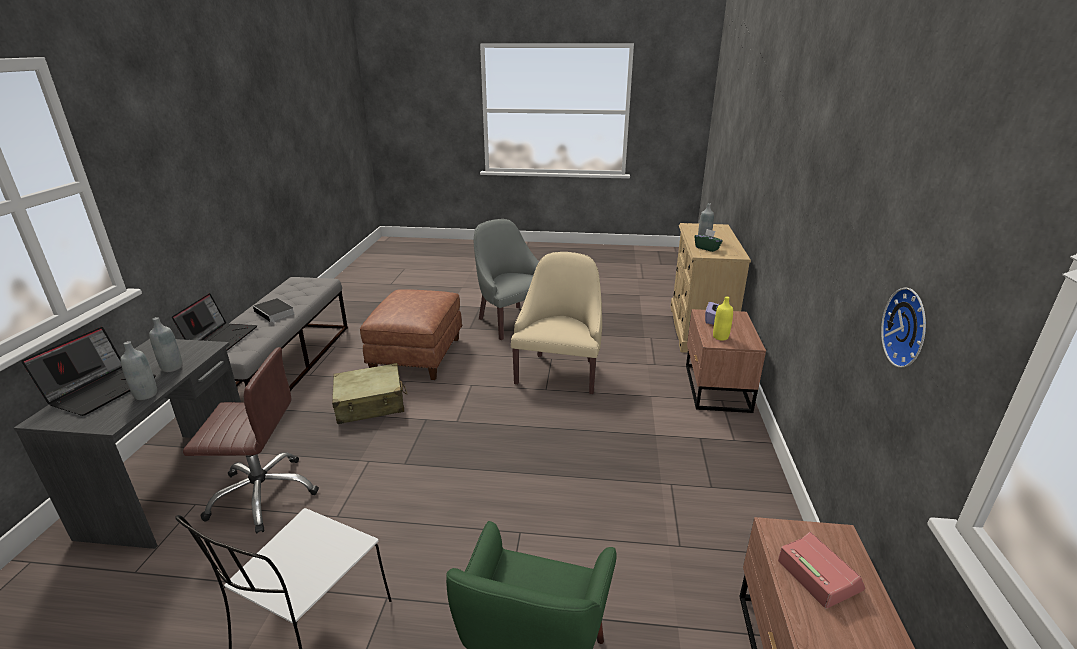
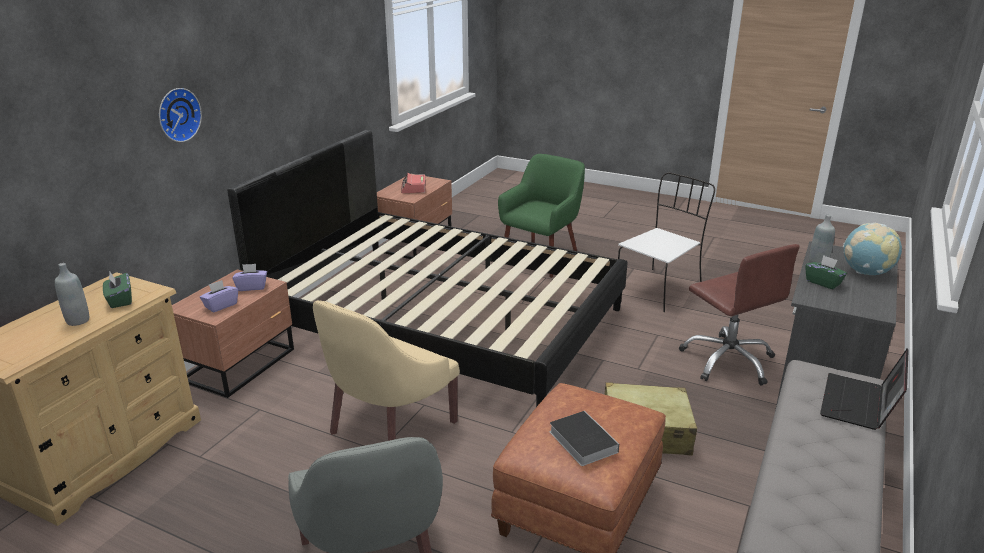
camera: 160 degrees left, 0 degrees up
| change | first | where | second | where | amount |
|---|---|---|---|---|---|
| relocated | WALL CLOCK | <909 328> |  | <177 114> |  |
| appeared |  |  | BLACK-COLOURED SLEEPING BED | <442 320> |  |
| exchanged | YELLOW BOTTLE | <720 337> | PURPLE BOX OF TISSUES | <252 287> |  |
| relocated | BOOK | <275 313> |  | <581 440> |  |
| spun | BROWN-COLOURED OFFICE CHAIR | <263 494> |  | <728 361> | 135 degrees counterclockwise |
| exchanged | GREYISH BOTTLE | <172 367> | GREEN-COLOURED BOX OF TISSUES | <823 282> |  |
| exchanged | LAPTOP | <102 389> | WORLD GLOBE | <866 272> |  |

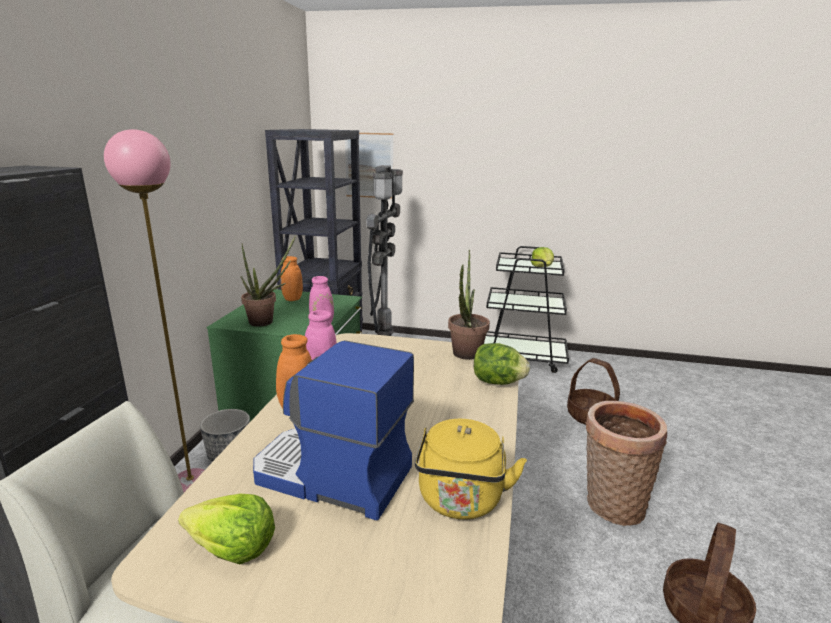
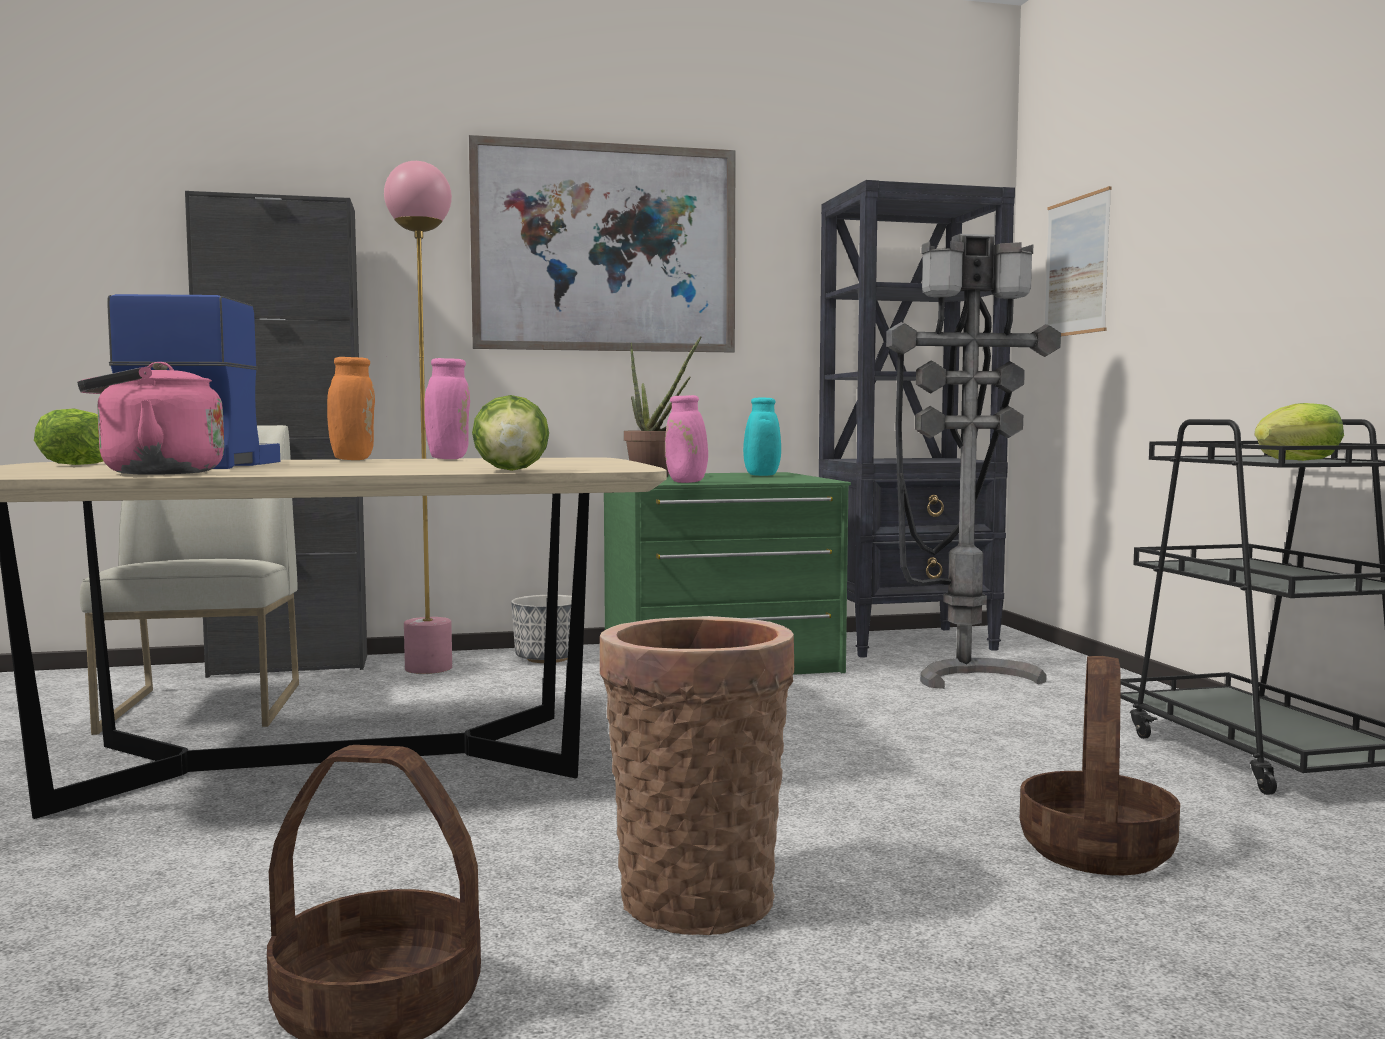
camera: 65 degrees right, 15 degrees down
| change | first | where | second | where | amount |
|---|---|---|---|---|---|
| colour | YELLOW TEA KETTLE | <461 502> | PINK TEA KETTLE | <154 473> |  |
| appeared |  |  | WALL ART | <605 248> |  |
| colour | ORANGE FLOWER VASE | <292 300> | TURQUOISE FLOWER VASE | <760 475> |  |
| missing | POTTED PLANT | <465 356> |  |  |  |

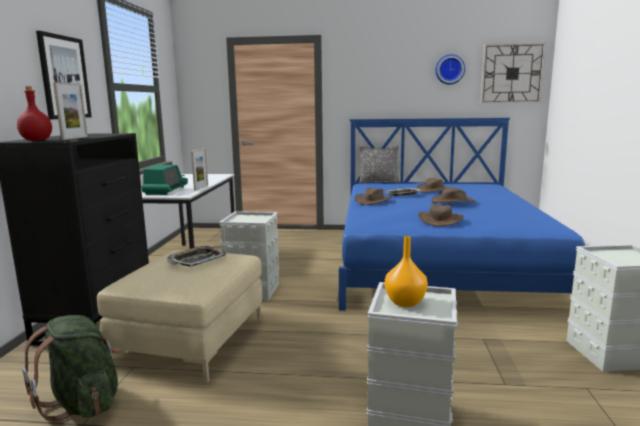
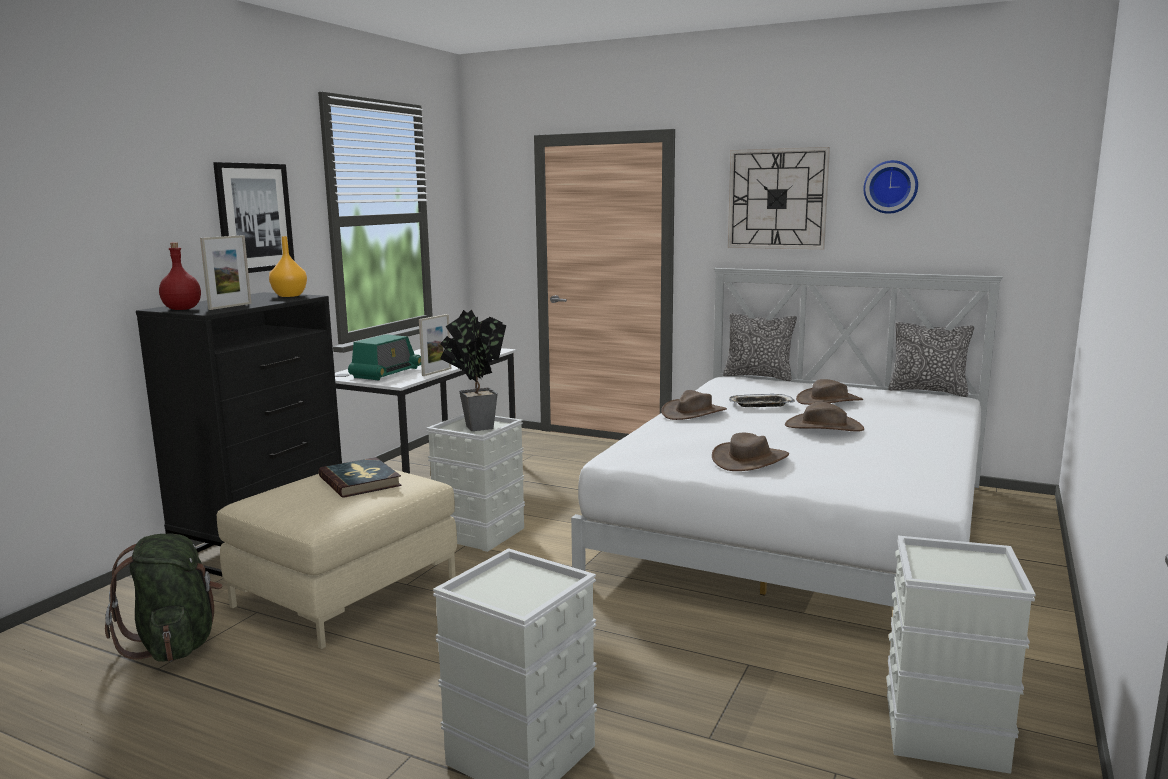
camera: 20 degrees right, 0 degrees up
| change | first | where | second | where | amount |
|---|---|---|---|---|---|
| relocated | ORANGE FLOWER VASE | <404 302> |  | <289 295> |  |
| exchanged | TRAY | <197 260> | BOOK | <360 481> |  |
| appeared |  |  | POTTED PLANT | <474 427> |  |
| colour | BLUE-COLOURED SLEEPING BED | <436 262> | WHITISH SLEEPING BED | <800 527> |  |
| relocated | WALL CLOCK | <512 73> |  | <777 199> |  |
| appeared |  |  | PILLOW | <928 391> |  |

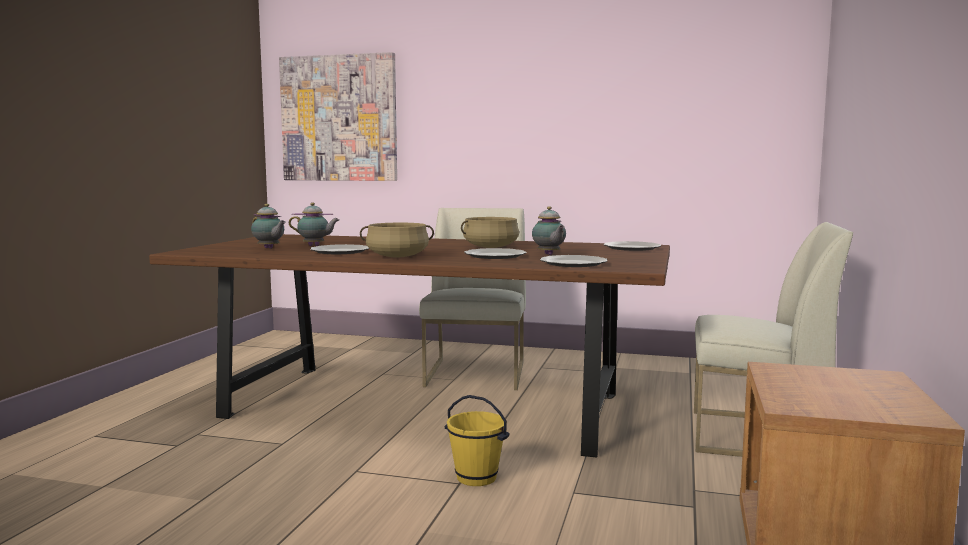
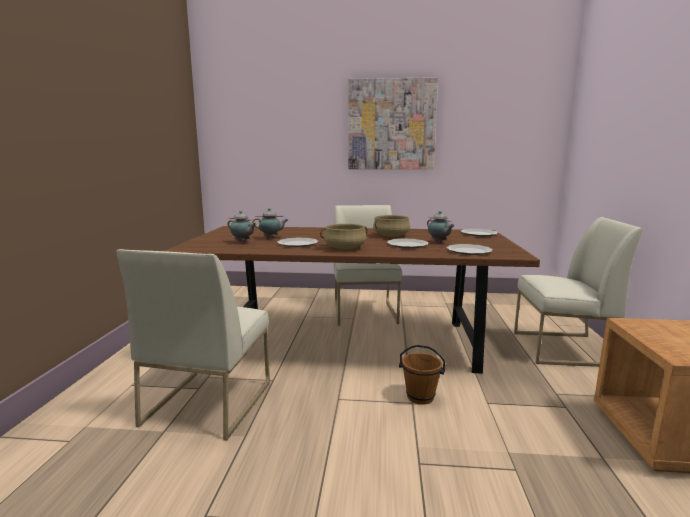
camera: 10 degrees left, 5 degrees up
| change | first | where | second | where | amount |
|---|---|---|---|---|---|
| appeared |  |  | WHITISH CHAIR | <208 402> |  |
| relocated | WALL ART | <339 118> |  | <391 125> |  |
| colour | YELLOW PAIL | <477 477> | BROWN-COLOURED PAIL | <420 397> |  |

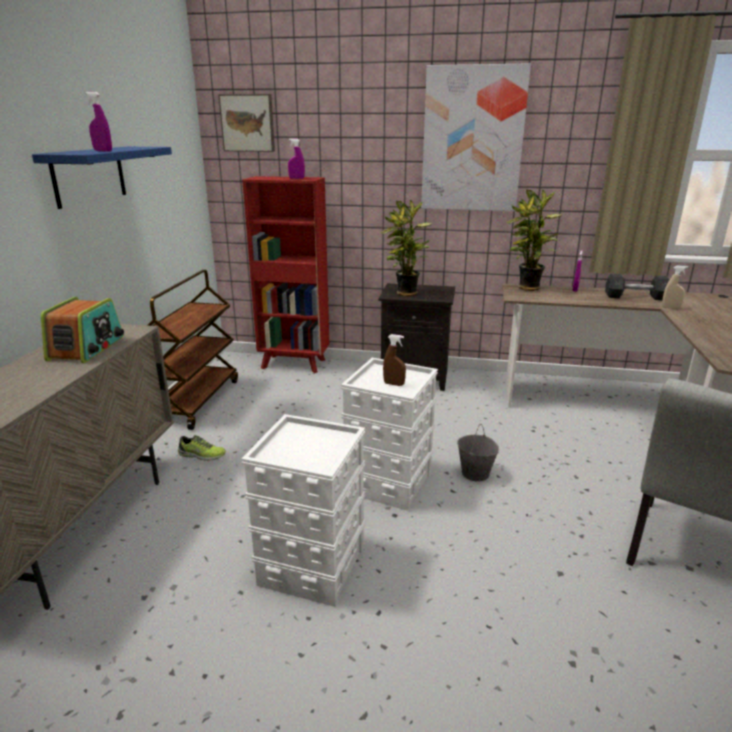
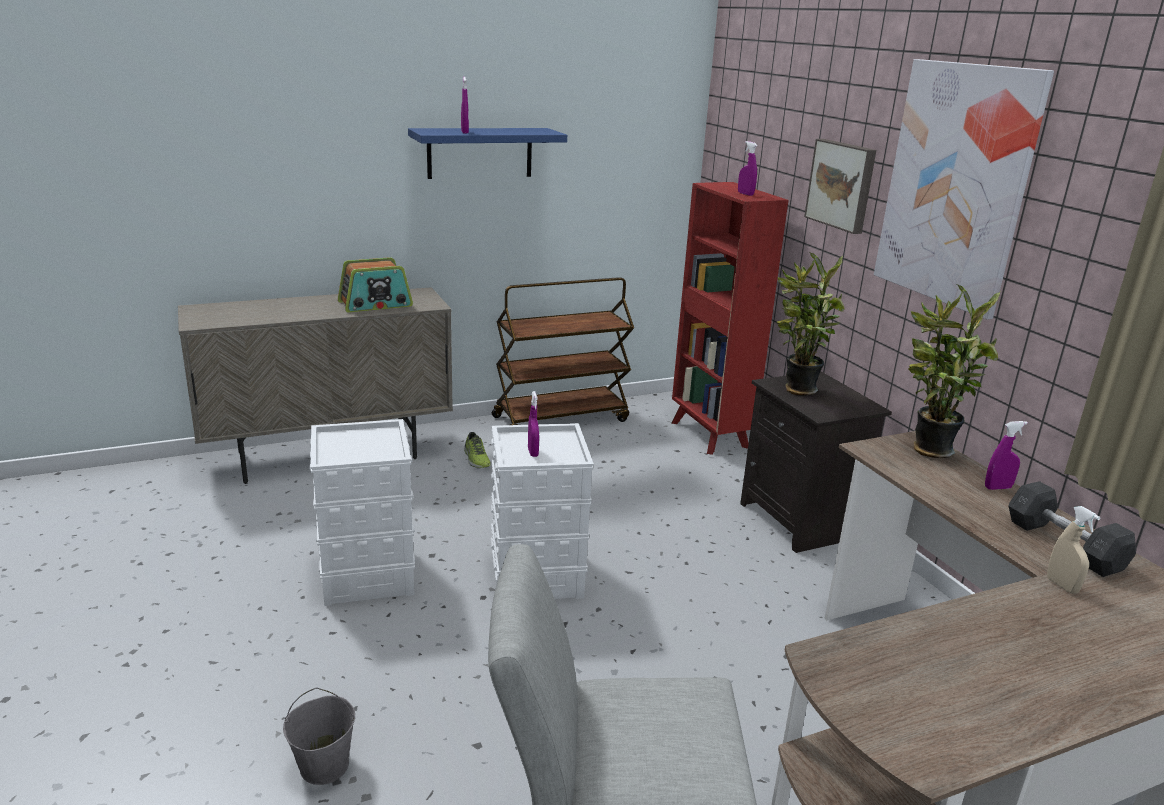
camera: 55 degrees right, 0 degrees up
| change | first | where | second | where | amount |
|---|---|---|---|---|---|
| relocated | GREYISH PAIL | <474 473> |  | <324 765> |  |
| colour | BROWN-COLOURED SPRAYER | <394 384> | PURPLE SPRAYER | <533 452> |  |
| relocated | WALL ART | <248 123> |  | <842 185> |  |

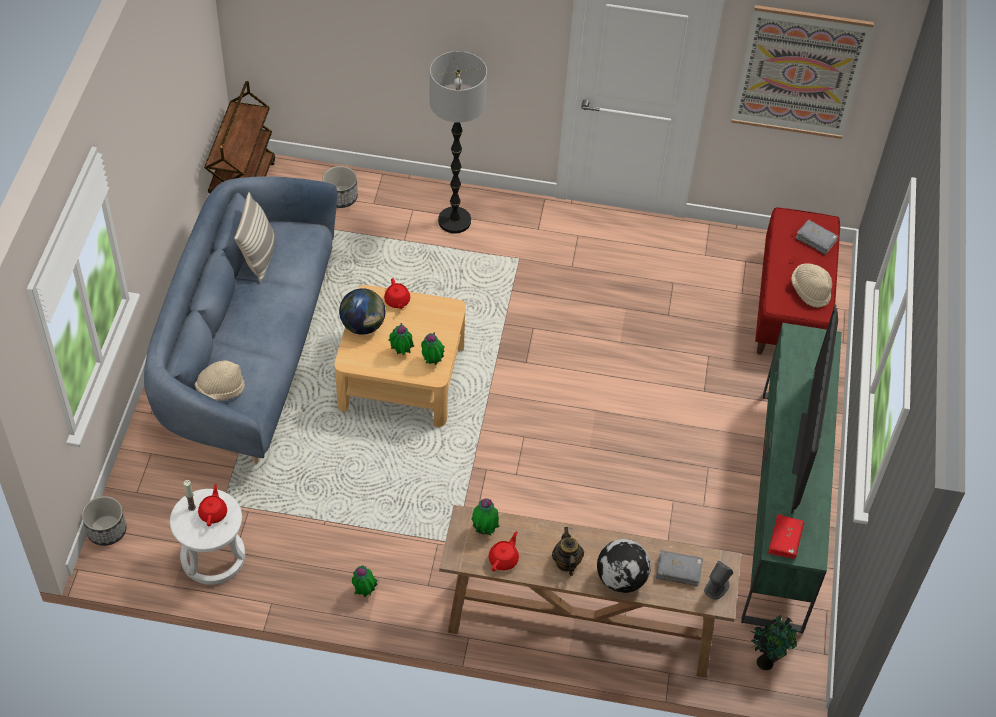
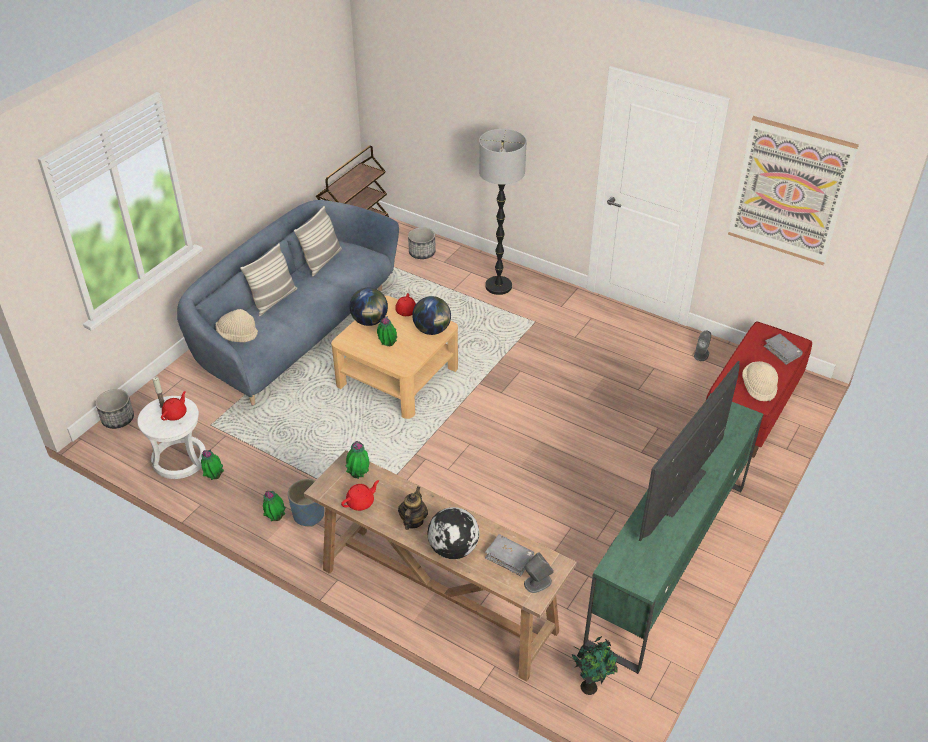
camera: 25 degrees right, 10 degrees down
| change | first | where | second | where | amount |
|---|---|---|---|---|---|
| relocated | POTTED PLANT | <432 361> |  | <214 477> |  |
| appeared |  |  | PILLOW | <273 300> |  |
| appeared |  |  | BLUE-COLOURED PLANT POT | <308 515> |  |
| appeared |  |  | WORLD GLOBE | <432 330> |  |
| appeared |  |  | GREYISH AUDIO SPEAKER | <701 354> |  |
| missing | REDDISH BOOK | <784 540> |  |  |  |

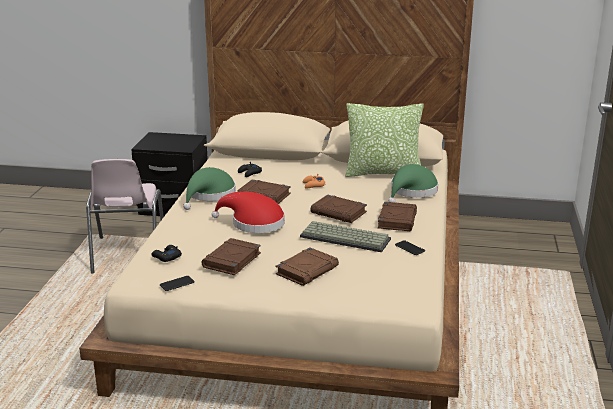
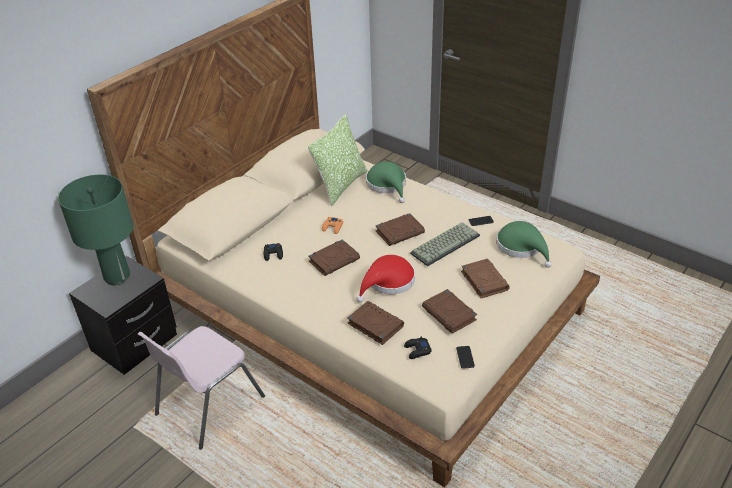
camera: 60 degrees left, 15 degrees up
| change | first | where | second | where | amount |
|---|---|---|---|---|---|
| appeared |  |  | GREEN-COLOURED TABLETOP LAMP | <117 277> |  |
| spun | PINK CHAIR | <128 255> |  | <208 406> | 105 degrees clockwise |
| relocated | BROWN-COLOURED BOOK | <397 220> |  | <374 325> |  |
| relocated | GREEN-COLOURED HAT | <209 195> |  | <522 247> |  |

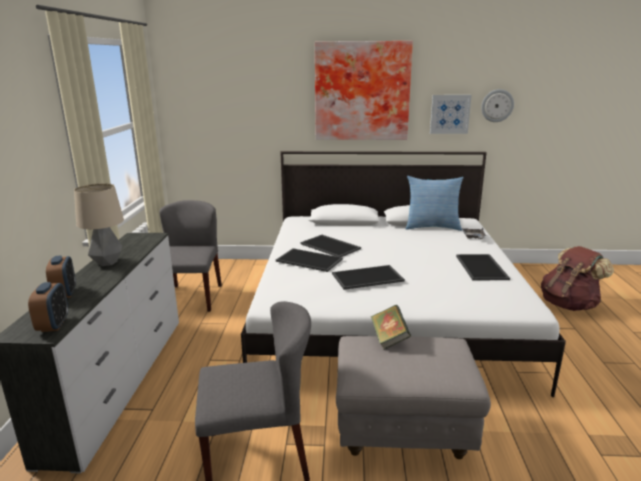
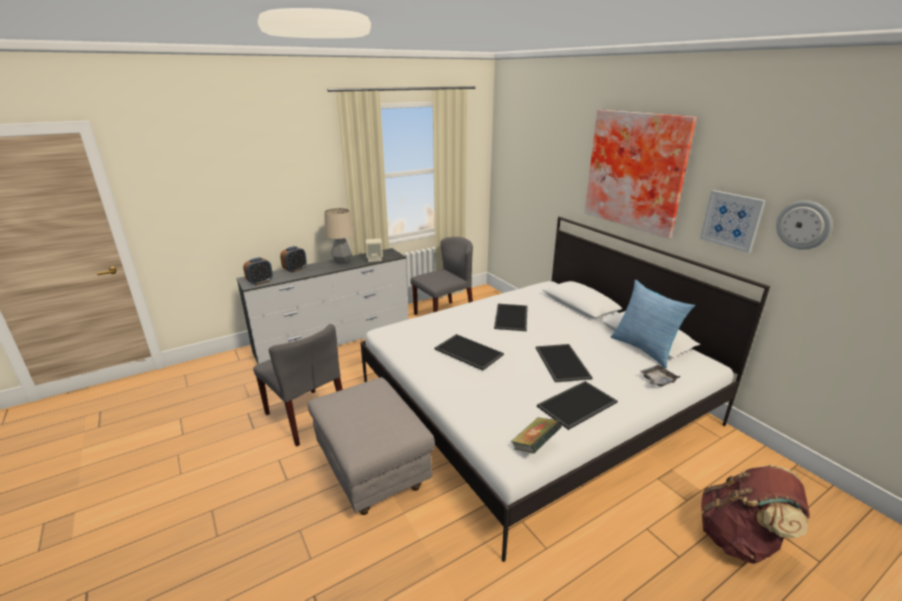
camera: 55 degrees right, 5 degrees up
| change | first | where | second | where | amount |
|---|---|---|---|---|---|
| appeared |  |  | SAND-COLOURED AUDIO SPEAKER | <375 259> |  |
| relocated | BOOK | <389 338> |  | <534 446> |  |
| relocated | TRAY | <308 260> |  | <561 362> |  |

